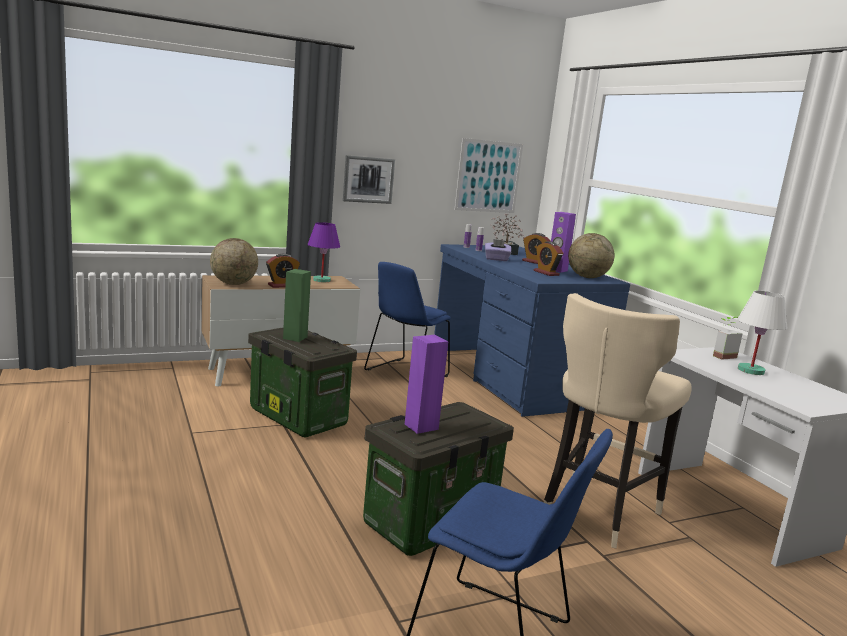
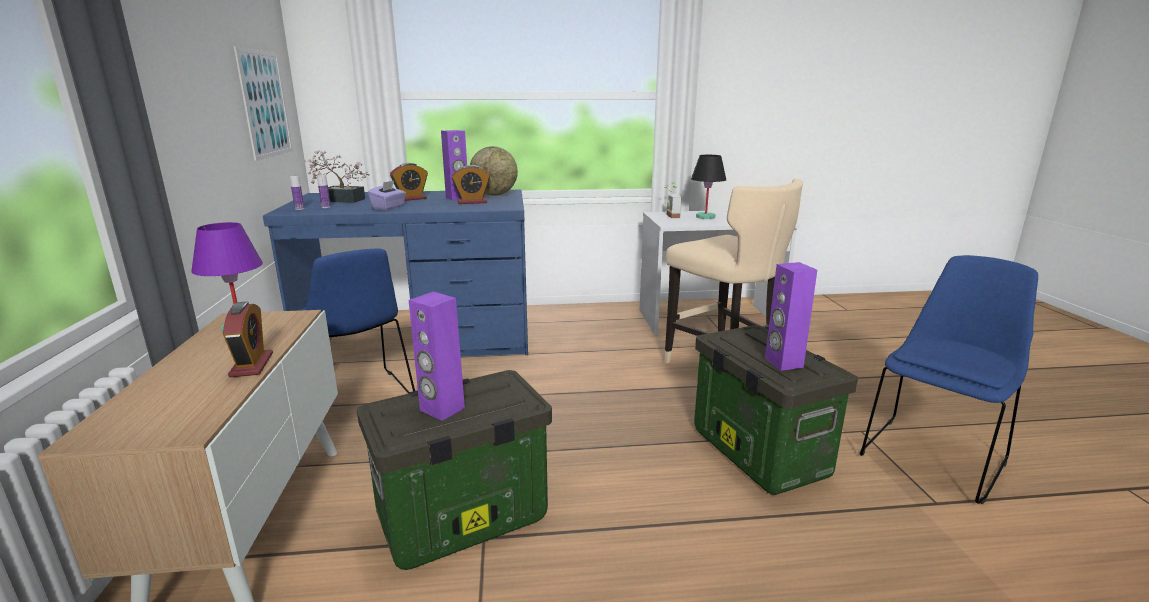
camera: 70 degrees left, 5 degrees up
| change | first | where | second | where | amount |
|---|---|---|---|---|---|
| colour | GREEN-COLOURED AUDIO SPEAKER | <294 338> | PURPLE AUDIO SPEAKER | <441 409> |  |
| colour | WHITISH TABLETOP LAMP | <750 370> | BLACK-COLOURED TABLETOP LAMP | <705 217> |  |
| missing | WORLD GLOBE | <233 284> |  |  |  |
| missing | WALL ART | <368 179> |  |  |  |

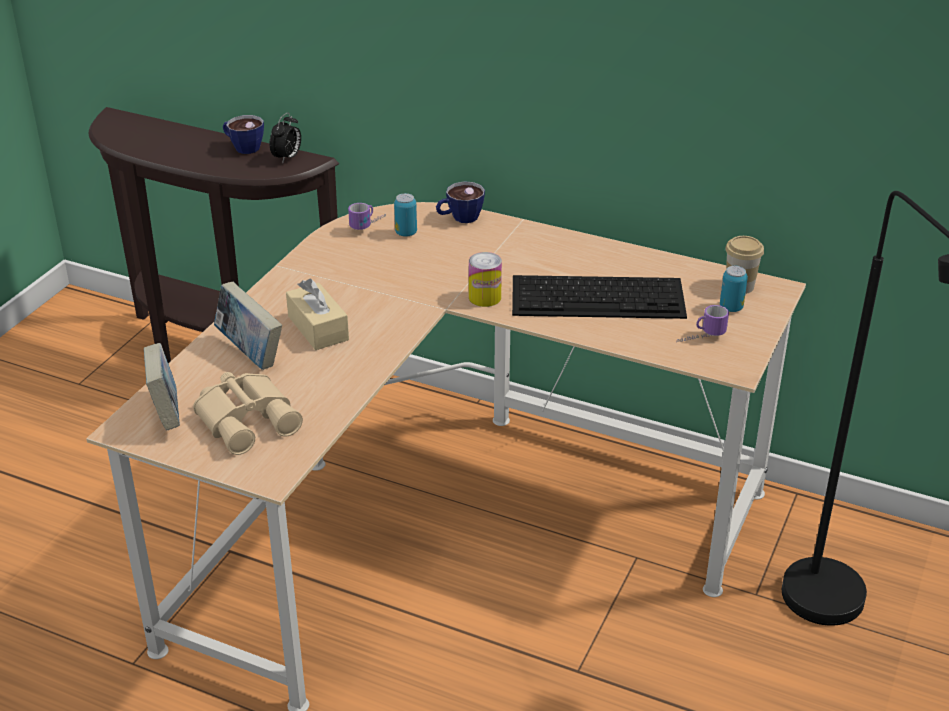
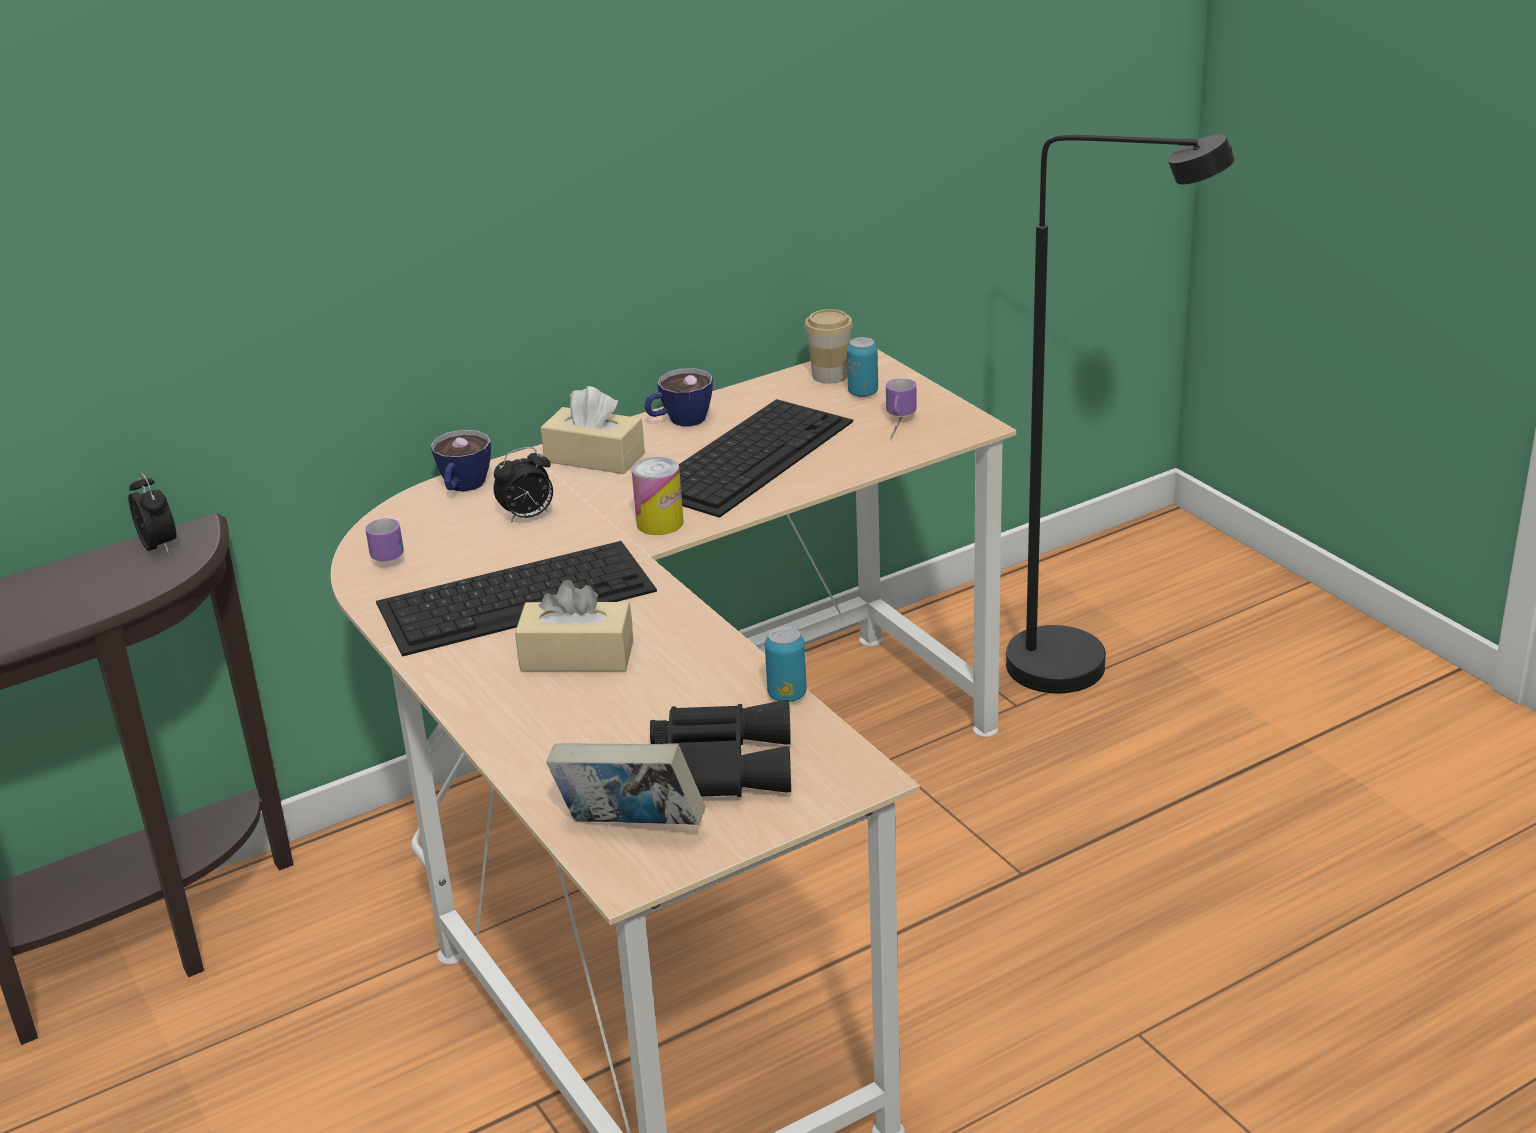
camera: 55 degrees left, 5 degrees down
| change | first | where | second | where | amount |
|---|---|---|---|---|---|
| appeared |  |  | PC KEYBOARD | <518 596> |  |
| appeared |  |  | TABLE CLOCK | <527 517> |  |
| appeared |  |  | SAND-COLOURED BOX OF TISSUES | <594 457> |  |
| relocated | SMALL CUP | <243 147> |  | <679 421> |  |
| colour | SAND-COLOURED BINOCULARS | <248 419> | BLACK-COLOURED BINOCULARS | <719 764> |  |
| relocated | SEALED CAN | <406 233> |  | <787 695> |  |
| missing | BOOK | <250 352> |  |  |  |

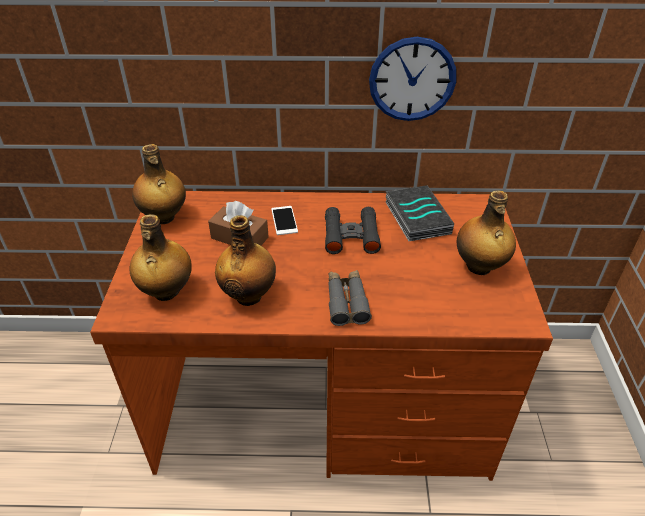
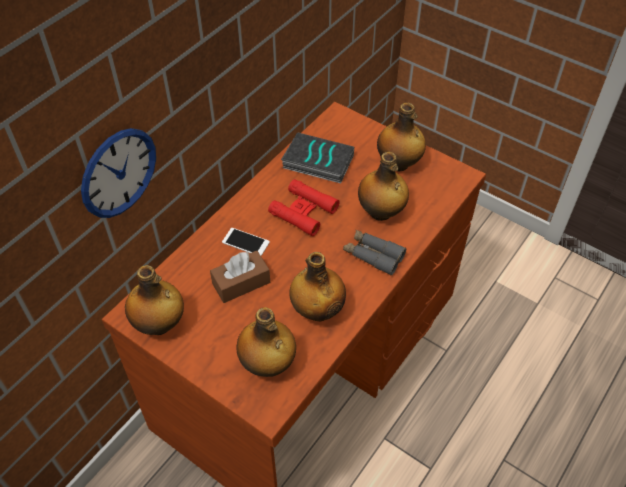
camera: 55 degrees left, 10 degrees up
| change | first | where | second | where | amount |
|---|---|---|---|---|---|
| relocated | WALL CLOCK | <412 79> |  | <118 173> |  |
| colour | BLACK-COLOURED BINOCULARS | <351 235> | REDDISH BINOCULARS | <303 211> |  |
| appeared |  |  | BOTTLE | <381 212> |  |

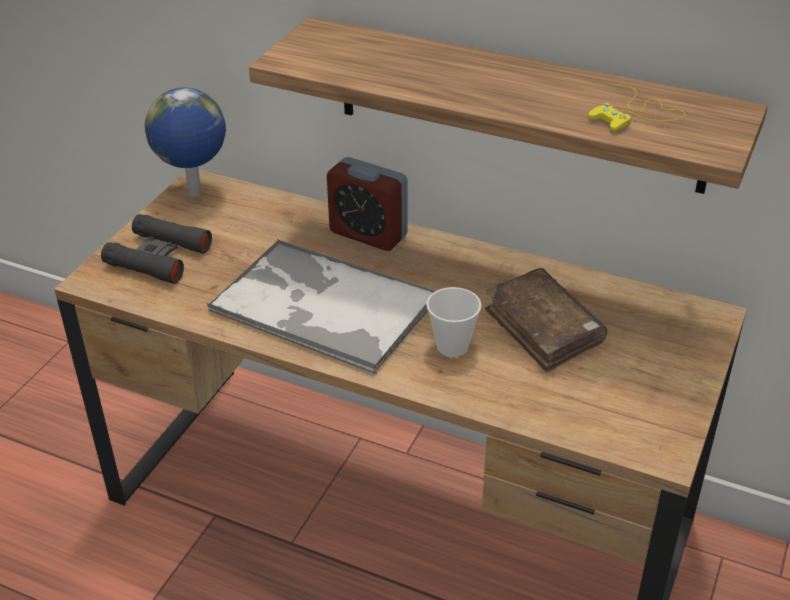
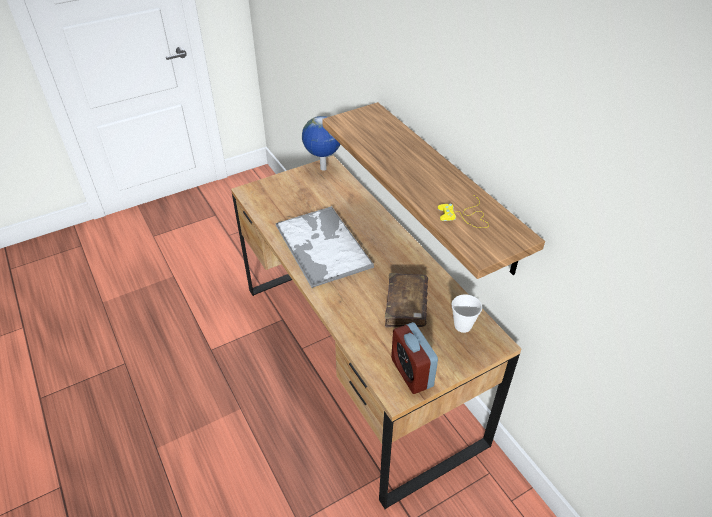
camera: 35 degrees right, 5 degrees up
| change | first | where | second | where | amount |
|---|---|---|---|---|---|
| relocated | TABLE CLOCK | <368 234> |  | <411 373> |  |
| relocated | SMALL CUP | <452 347> |  | <462 326> |  |
| missing | BLACK-COLOURED BINOCULARS | <158 257> |  |  |  |

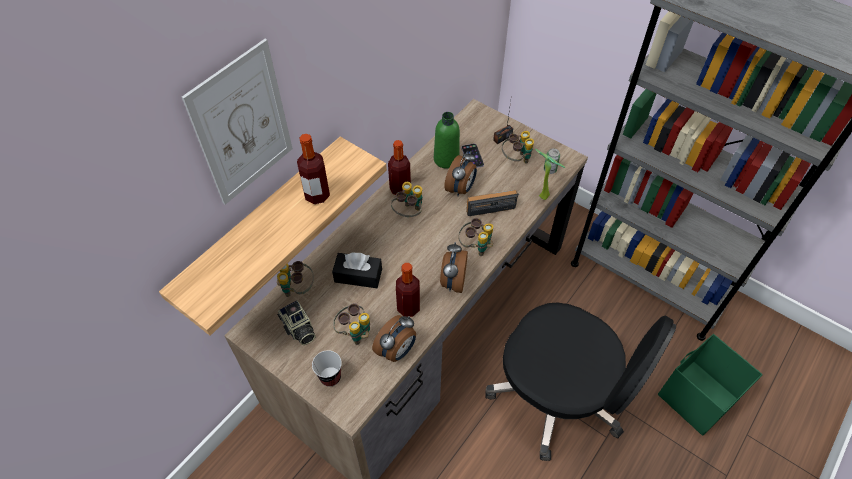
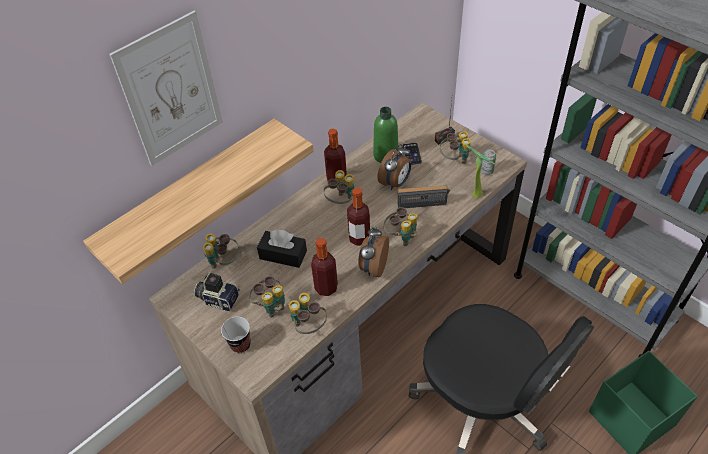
camera: 10 degrees right, 5 degrees down
| change | first | where | second | where | amount |
|---|---|---|---|---|---|
| spun | PHOTO CAMERA | <298 329> |  | <218 298> | 135 degrees clockwise |
| exchanged | TABLE CLOCK | <397 350> | BINOCULARS | <308 326> |  |
| relocated | BOTTLE | <317 195> |  | <359 238> |  |

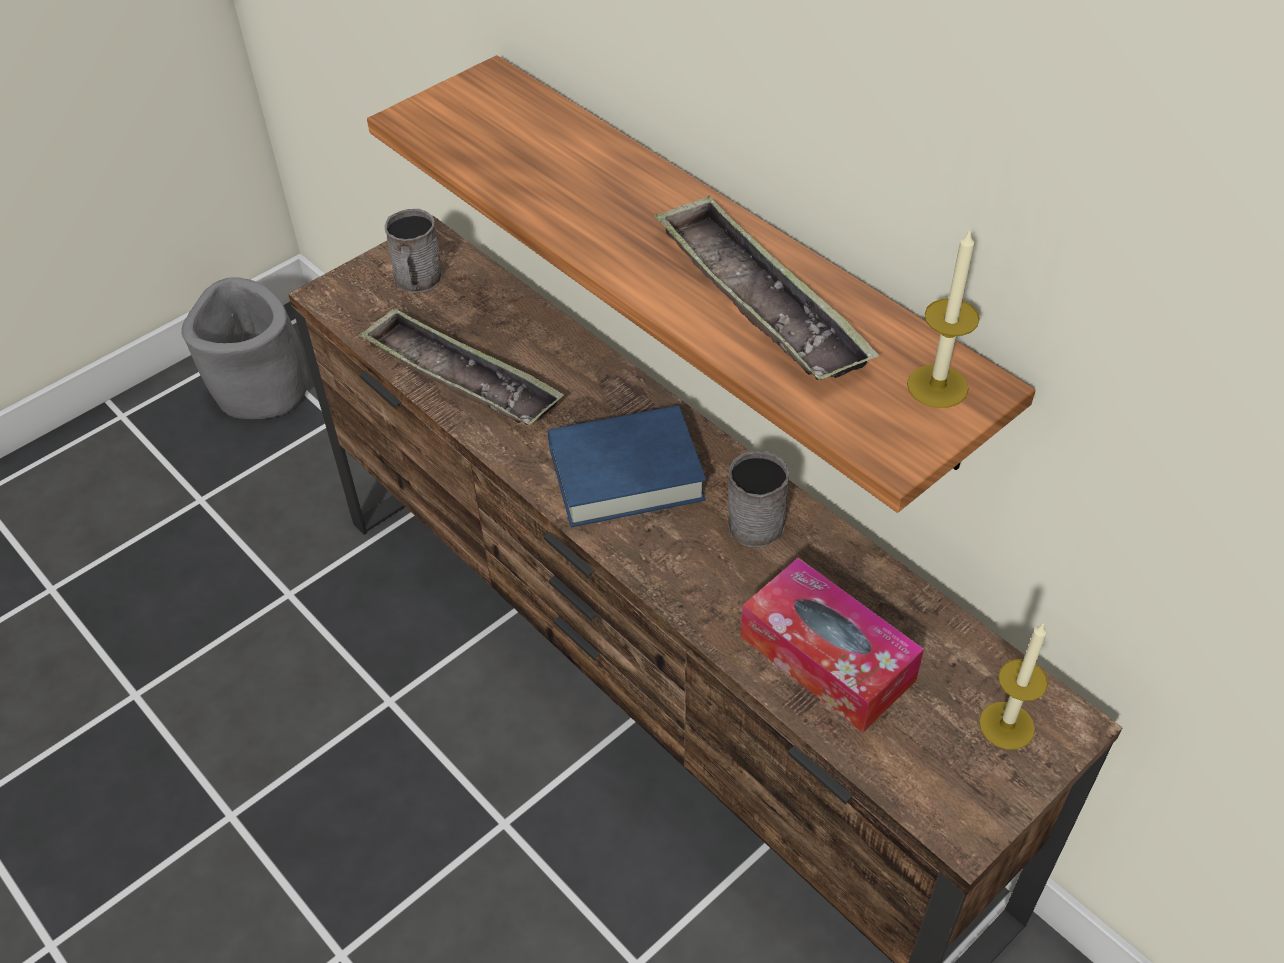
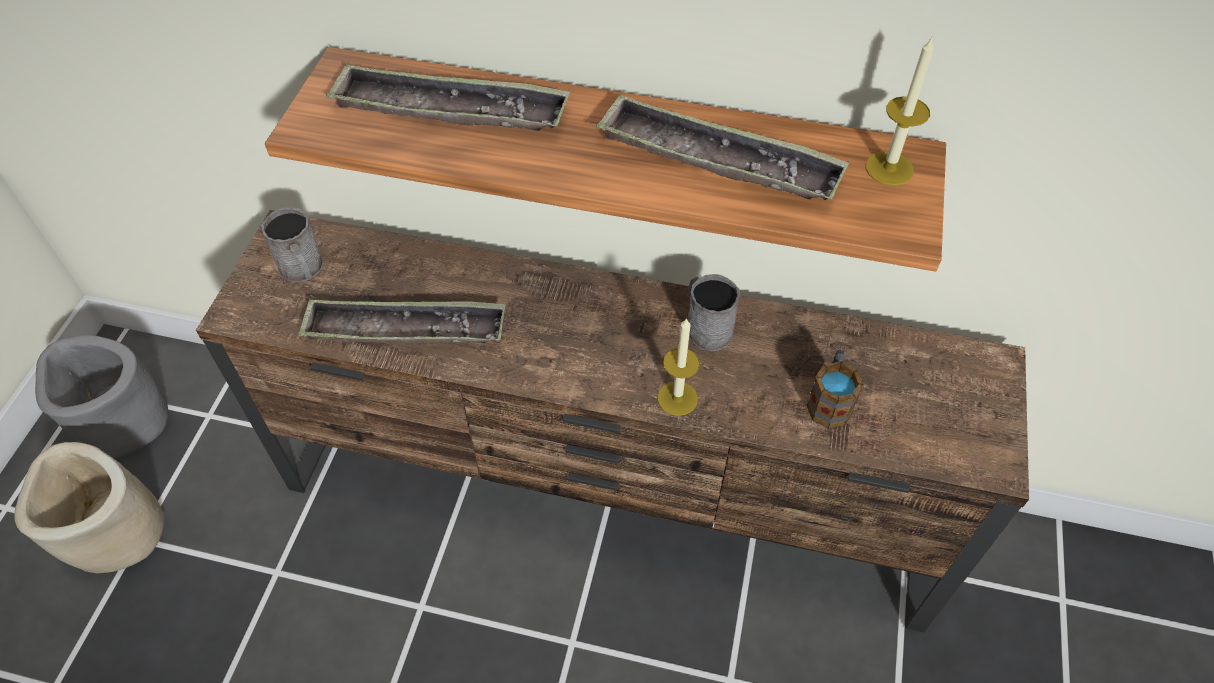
camera: 35 degrees left, 5 degrees up
| change | first | where | second | where | amount |
|---|---|---|---|---|---|
| appeared |  |  | SAND-COLOURED PLANT POT | <117 533> |  |
| appeared |  |  | TRAY | <450 110> |  |
| relocated | CANDLE | <1006 725> |  | <677 398> |  |
| exchanged | BOX OF TISSUES | <827 658> | MUG | <830 400> |  |
| missing | BLUE-COLOURED BOOK | <626 474> |  |  |  |

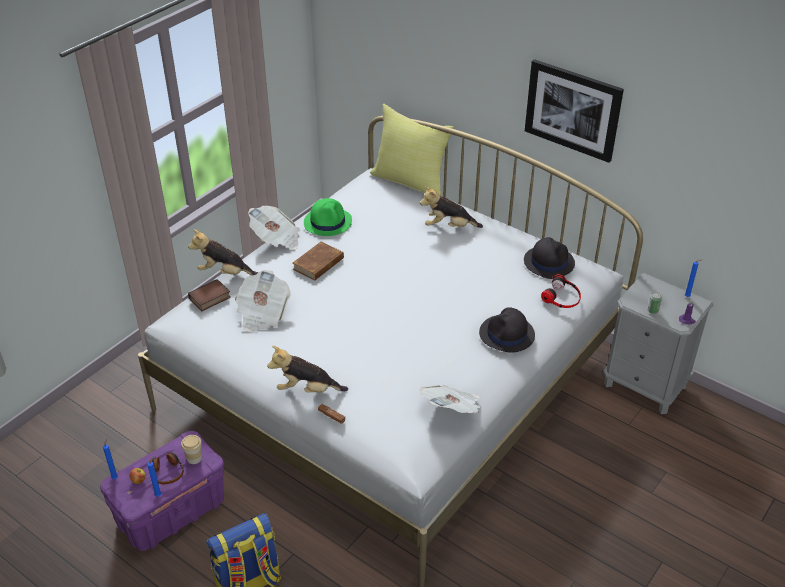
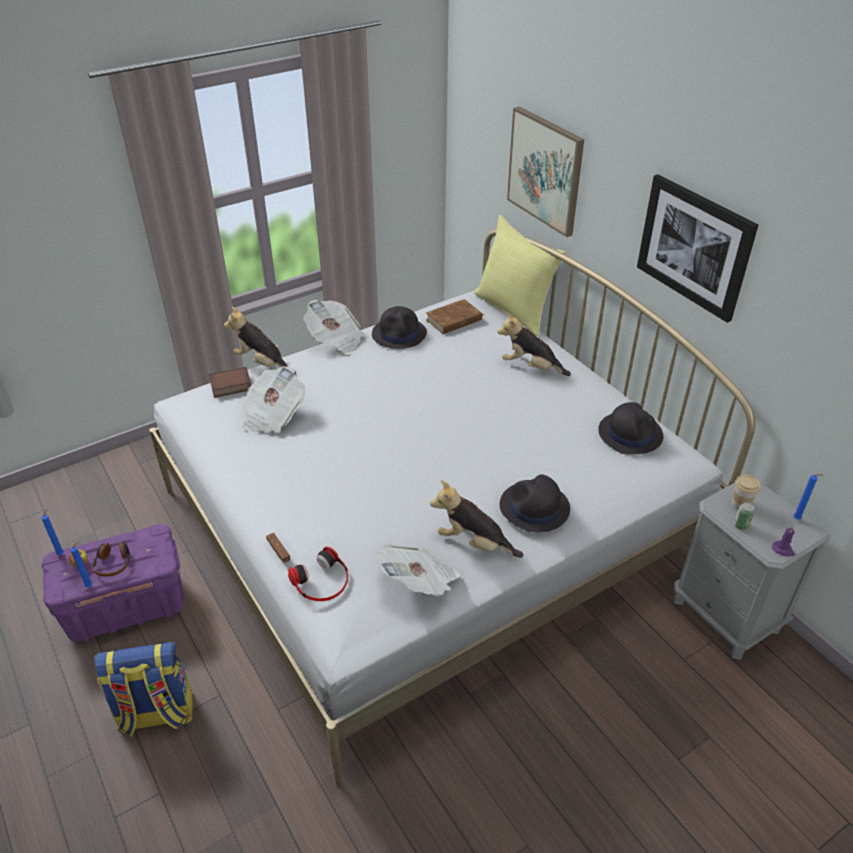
camera: 20 degrees right, 0 degrees up
| change | first | where | second | where | amount |
|---|---|---|---|---|---|
| relocated | HEADPHONES | <562 297> |  | <322 581> |  |
| colour | GREEN-COLOURED HAT | <328 222> | BLACK-COLOURED HAT | <399 334> |  |
| relocated | BROWN-COLOURED BOOK | <319 264> |  | <454 320> |  |
| relocated | PLUSH TOY | <307 390> |  | <474 543> |  |
| appeared |  |  | WALL ART | <545 170> |  |
| relocated | SMALL CUP | <194 458> |  | <740 504> |  |

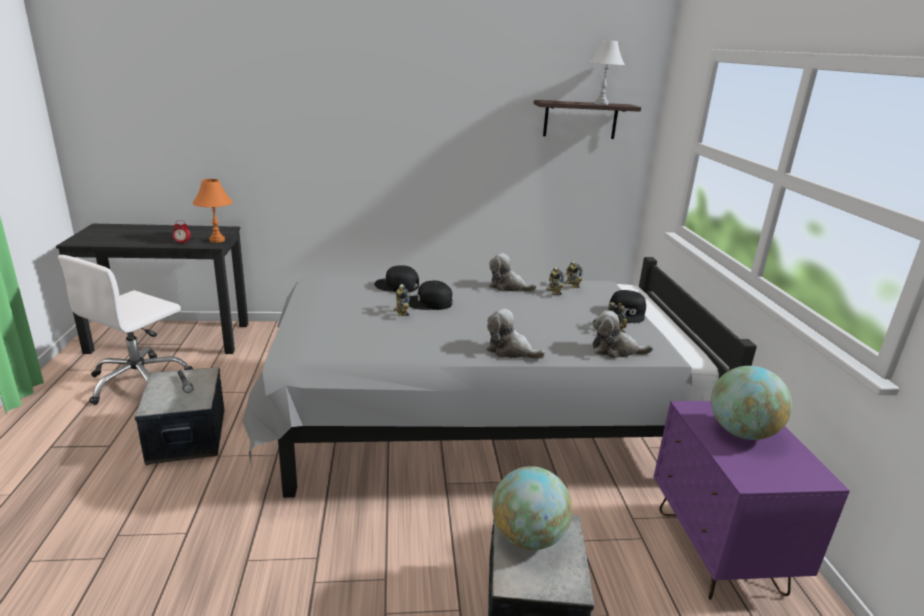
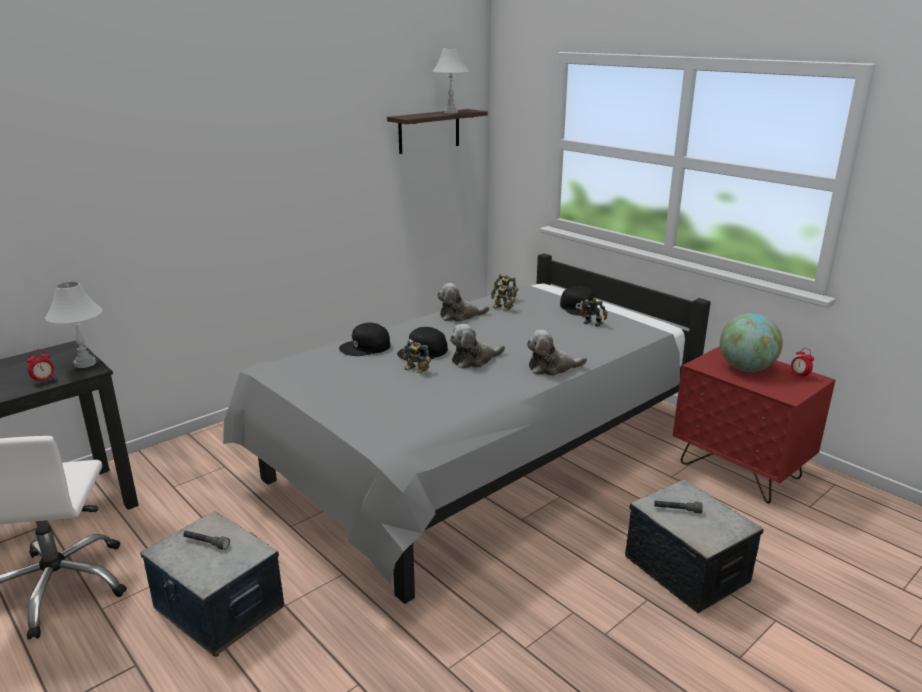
camera: 35 degrees left, 0 degrees up
| change | first | where | second | where | amount |
|---|---|---|---|---|---|
| colour | ORANGE TABLETOP LAMP | <217 240> | WHITISH TABLETOP LAMP | <84 363> |  |
| relocated | PLUSH TOY | <615 350> |  | <474 360> |  |
| exchanged | WORLD GLOBE | <528 537> | GREYISH TORCH | <677 510> |  |
| colour | PURPLE NIGHT TABLE | <719 552> | REDDISH NIGHT TABLE | <740 471> |  |
| appeared |  |  | TABLE CLOCK | <799 376> |  |

